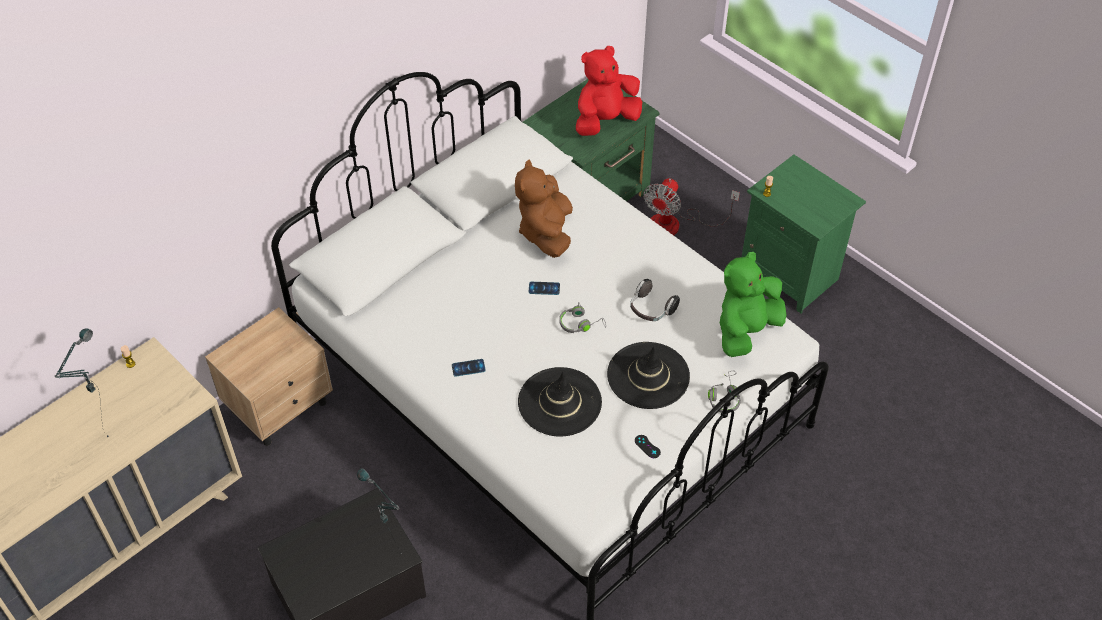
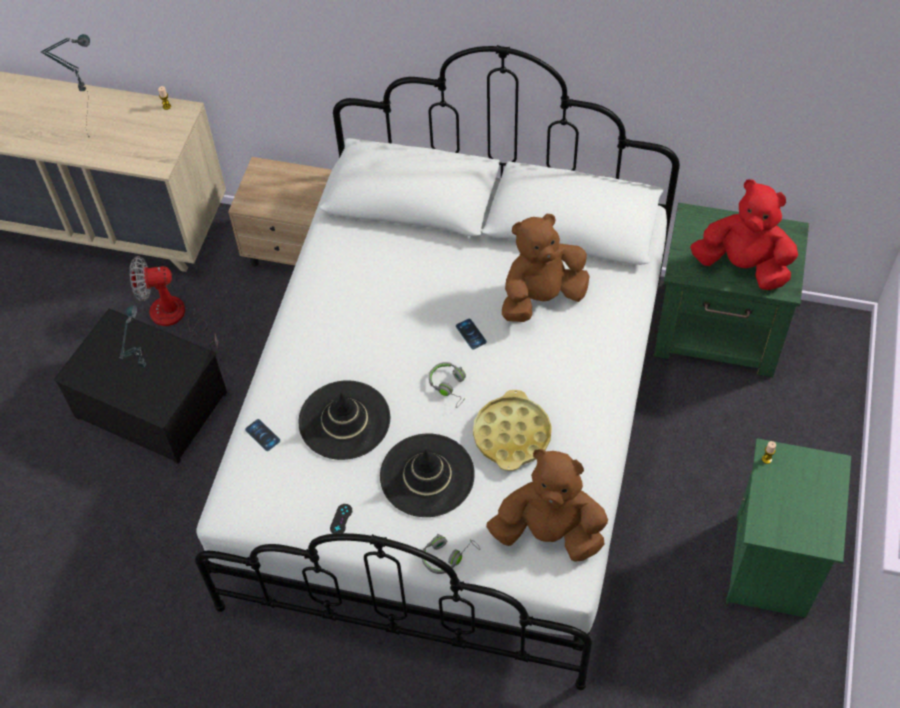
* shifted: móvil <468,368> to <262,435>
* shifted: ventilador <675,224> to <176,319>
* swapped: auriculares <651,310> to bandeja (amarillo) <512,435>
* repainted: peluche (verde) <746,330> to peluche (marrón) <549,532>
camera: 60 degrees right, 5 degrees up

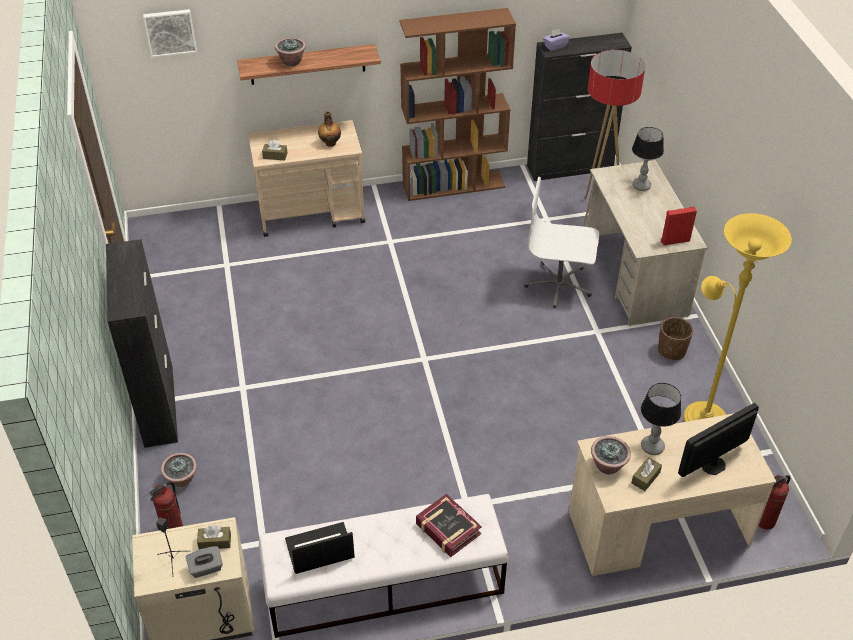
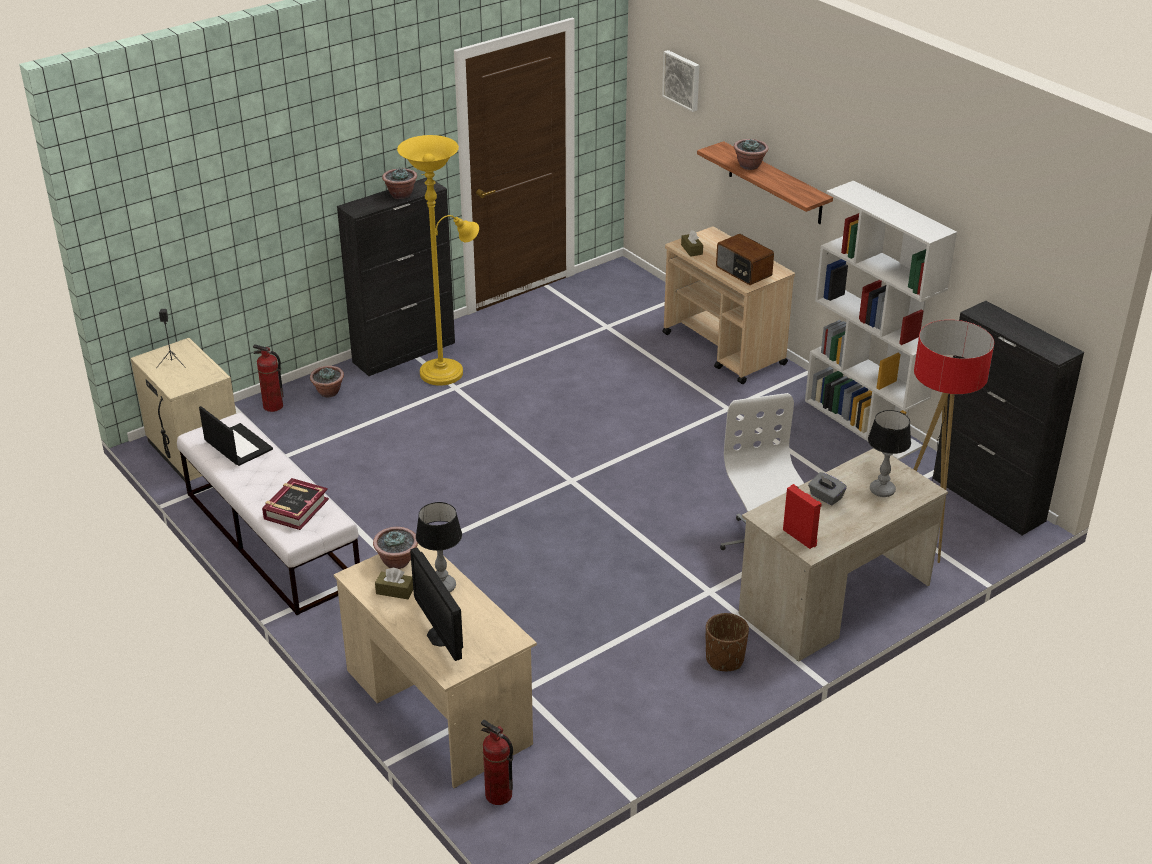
* gone: caja de pañuelos (marrón) <215,542>
* gone: caja de pañuelos (morado) <555,46>
* new: planta en maceta <401,195>
* shifted: caja de pañuelos (gris) <206,568> to <825,497>
* shifted: lámpara de pie (amarillo) <702,416> to <446,371>
* swapped: botella <330,143> to radio <743,272>
* repainted: estantería (marrón) <454,185> to estantería (blanco) <863,423>
* rotated: monitor <713,465> = <441,636> 150 degrees counterclockwise
camera: 65 degrees right, 10 degrees down

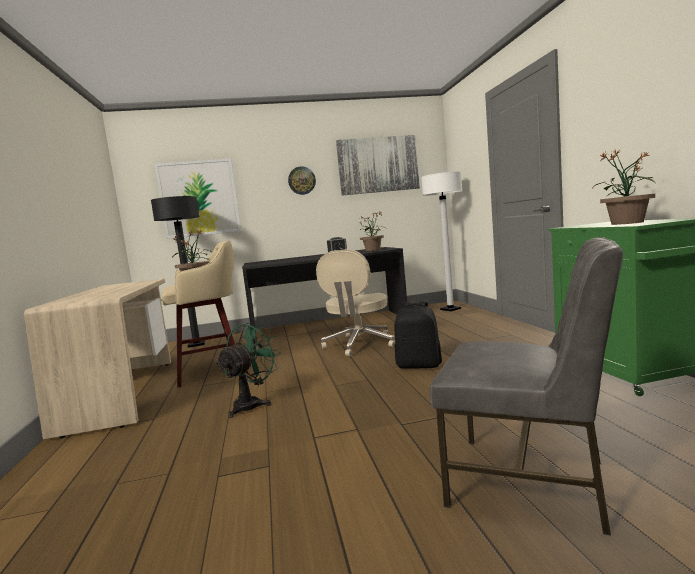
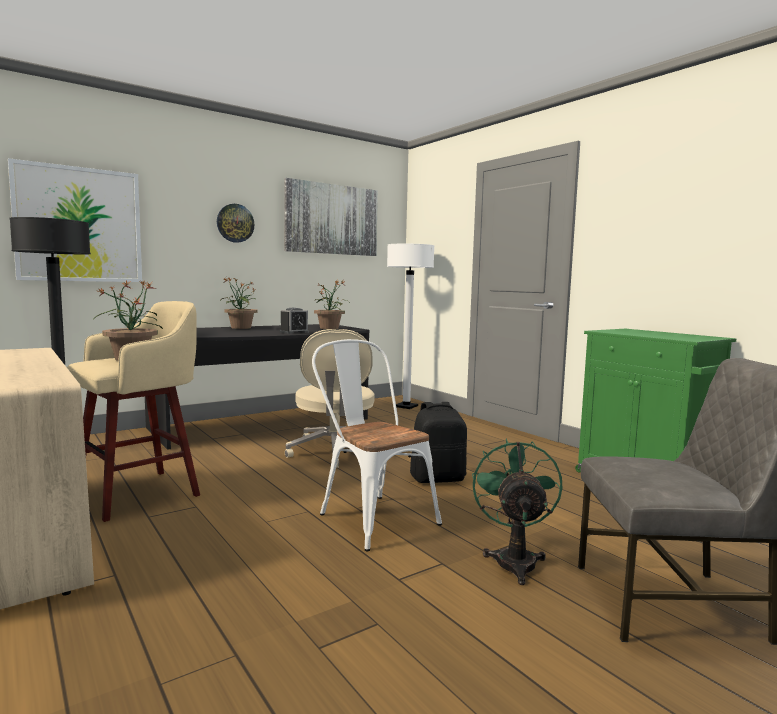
* new: silla (blanco) <371,516>
* shifted: ventilador (verde) <252,404> to <514,559>
* shifted: planta en maceta <626,223> to <240,328>
camera: 25 degrees left, 0 degrees up

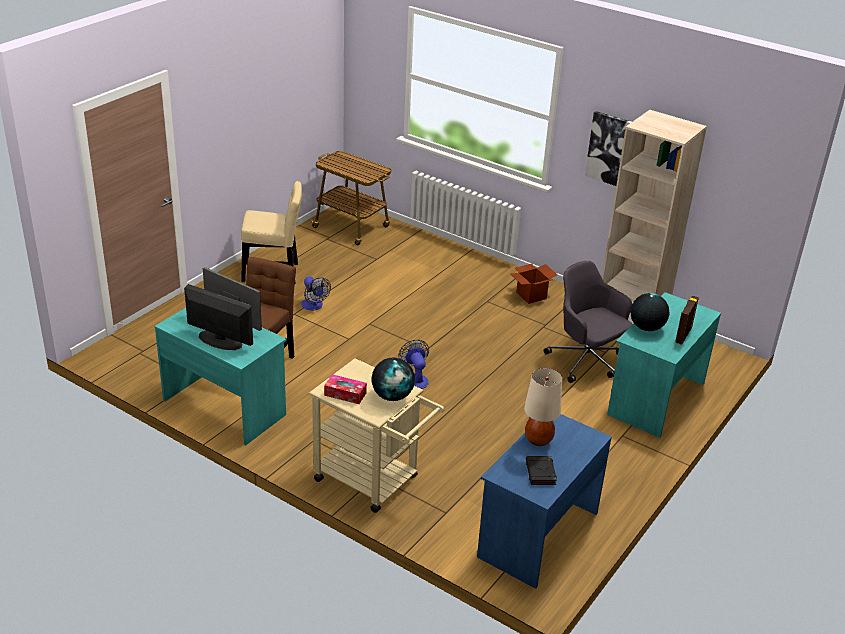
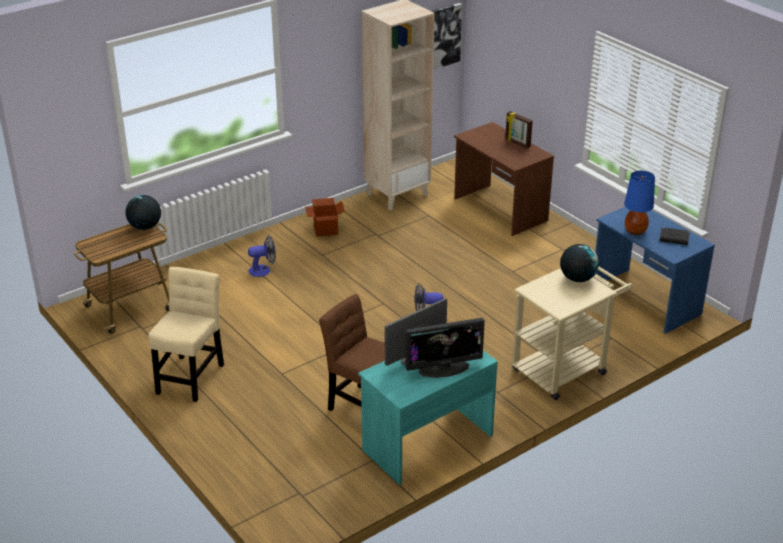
* gone: caja de pañuelos <345,394>
* gone: silla de oficina (gris) <586,361>
* shifted: ventilador <314,306> to <263,270>
* shifted: cuadro <611,149> to <442,36>
* shifted: globo terráqueo <646,328> to <145,227>
* repainted: lámpara de mesa (beis) <538,439> to lámpara de mesa (azul) <635,231>
* repainted: escritorio (turquesa) <655,398> to escritorio (marrón) <499,210>
* rotated: monitor <220,340> = <444,368> 150 degrees counterclockwise
camera: 70 degrees left, 0 degrees up

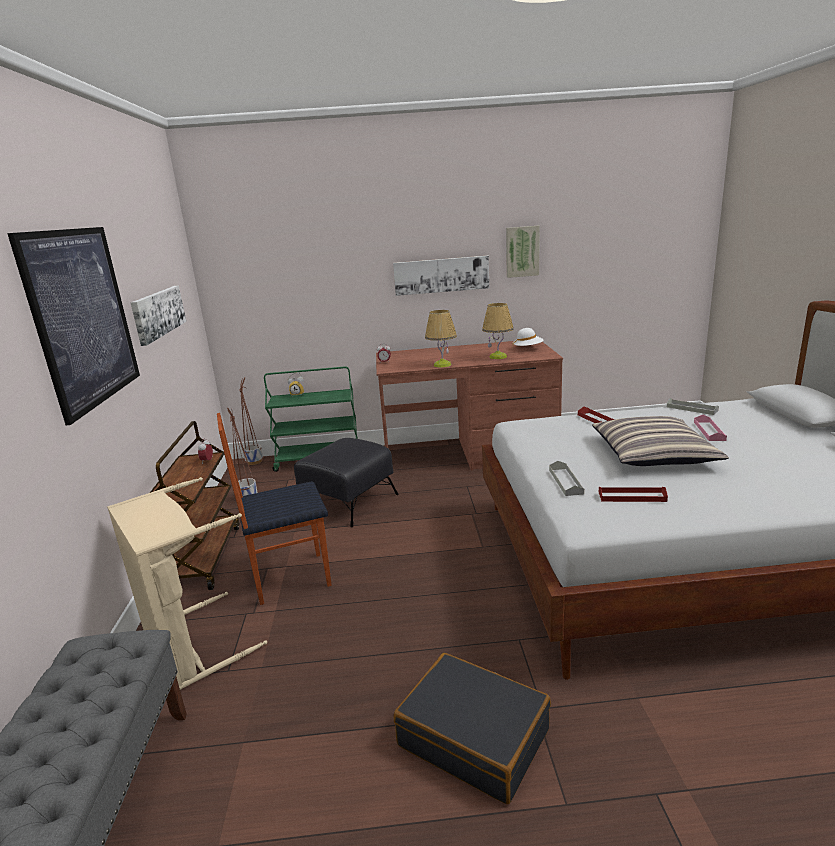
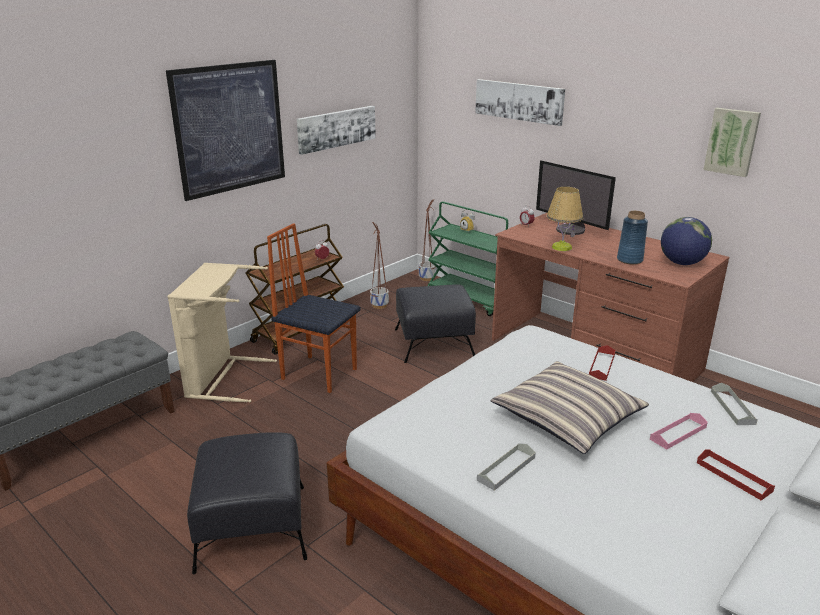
* new: monitor <571,230>
* shifted: cuadro <441,275> to <519,101>
* shifted: bandeja (gris) <565,481> to <506,469>
* shifted: bandeja (rojo) <632,497> to <733,476>
* swapped: maleta (negro) <474,737> to puf (negro) <253,526>
* swapped: lámpara de mesa <498,357> to florero (azul) <629,260>
* swapped: sombrero (blanco) <527,349> to globo terráqueo <682,263>
camera: 45 degrees right, 5 degrees up

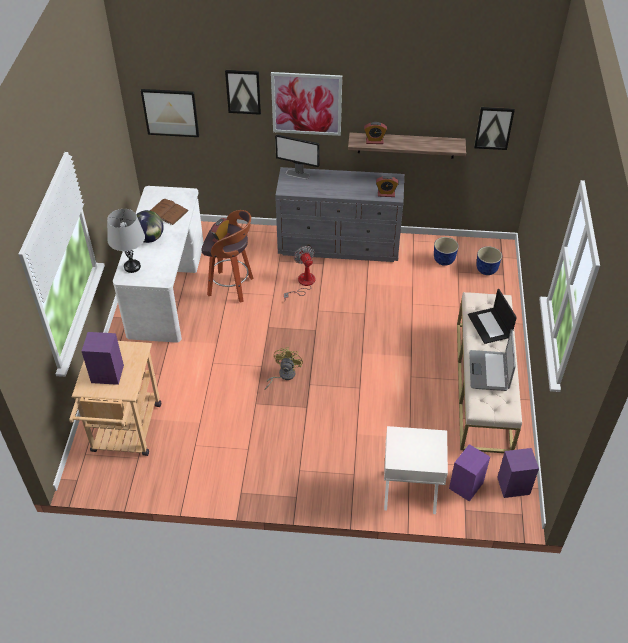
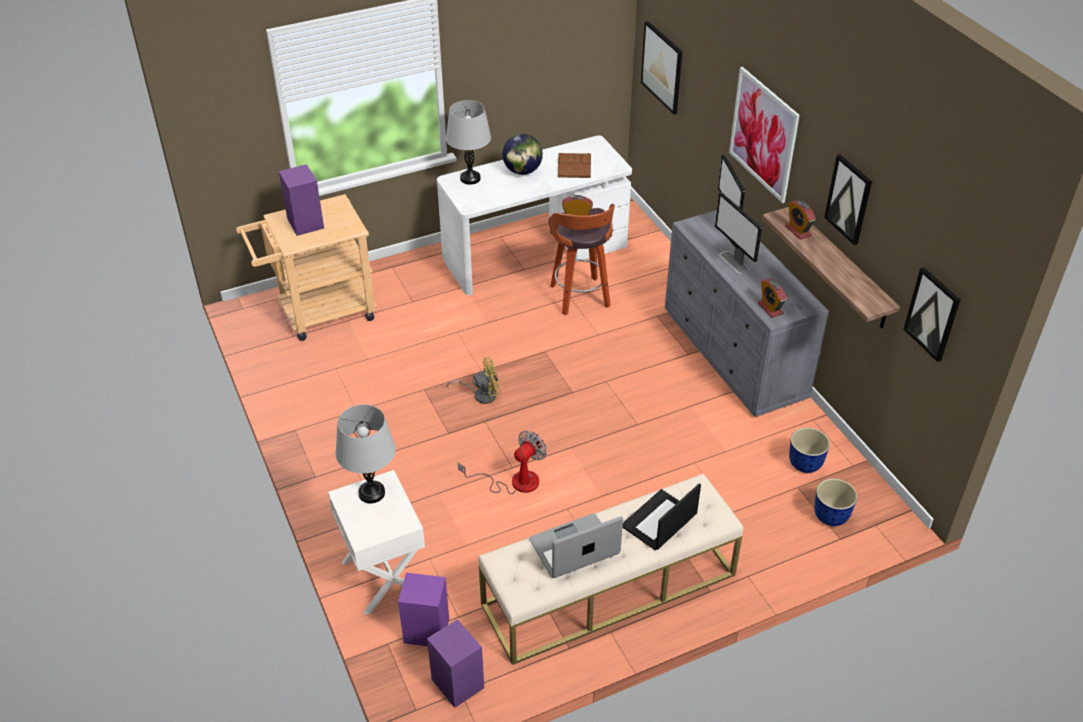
* new: lámpara de mesa (gris) <371,493>
* new: monitor <734,262>
* shifted: cuadro <243,91> to <849,199>
* shifted: ventilador <303,284> to <514,482>
camera: 60 degrees right, 5 degrees down

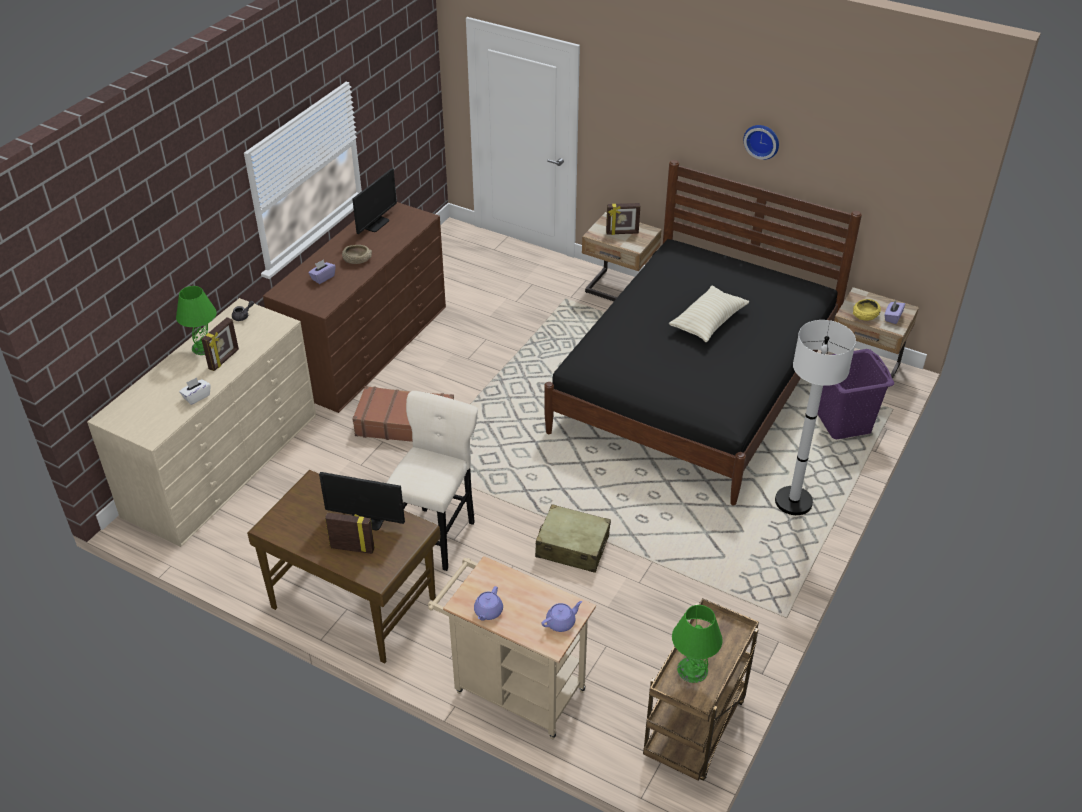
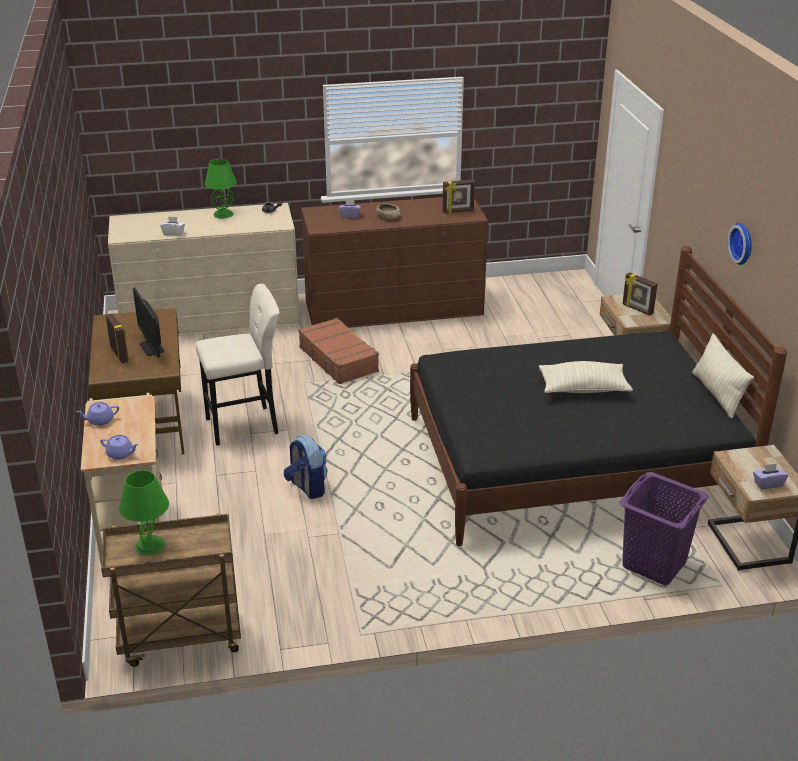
* gone: monitor <375,224>
* gone: lámpara de pie (blanco) <793,502>
* gone: cuenco (amarillo) <865,315>
* new: cojín (beis) <717,394>
* shifted: portarretratos <224,359> to <458,211>
* swapped: maleta (beis) <572,547> to mochila <307,487>
camera: 50 degrees right, 10 degrees down

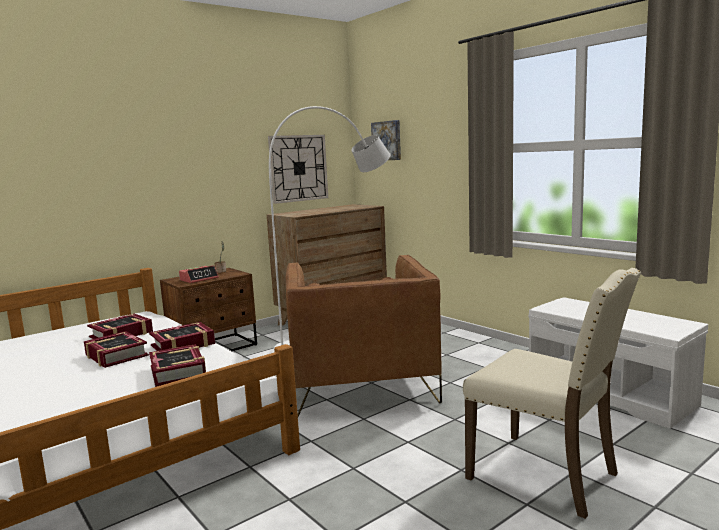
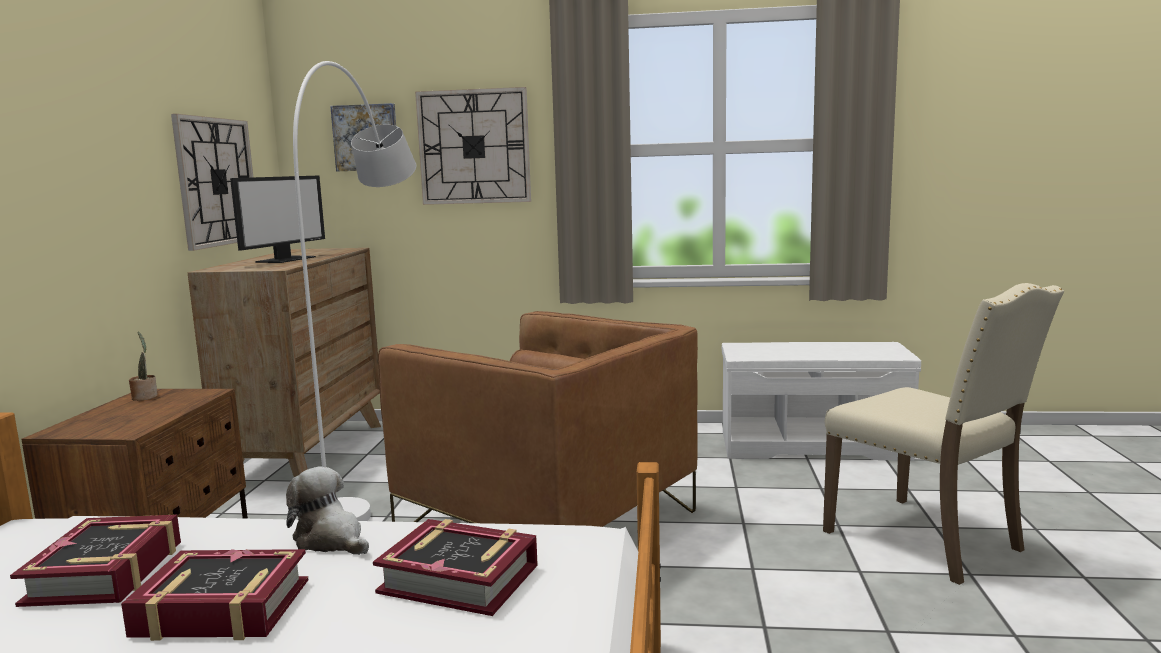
* gone: despertador <199,279>
* new: monitor <285,259>
* new: reloj de pared <474,147>
* swapped: libro <183,345> to peluche <331,540>
* rotated: silla (beis) <546,475> = <927,540> 60 degrees clockwise
camera: 45 degrees left, 0 degrees up

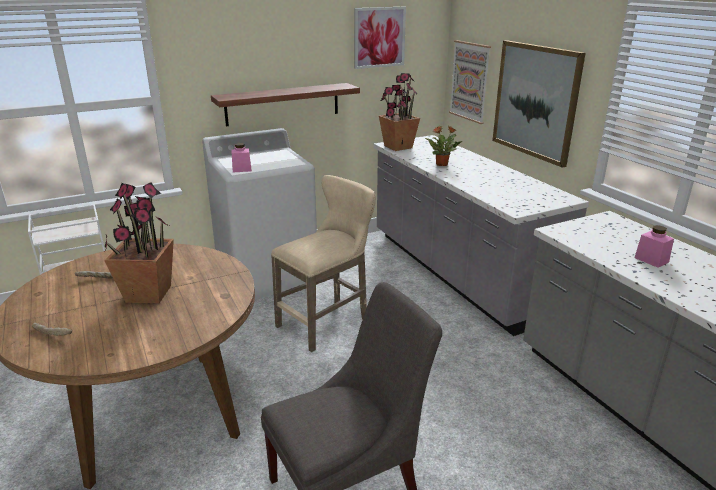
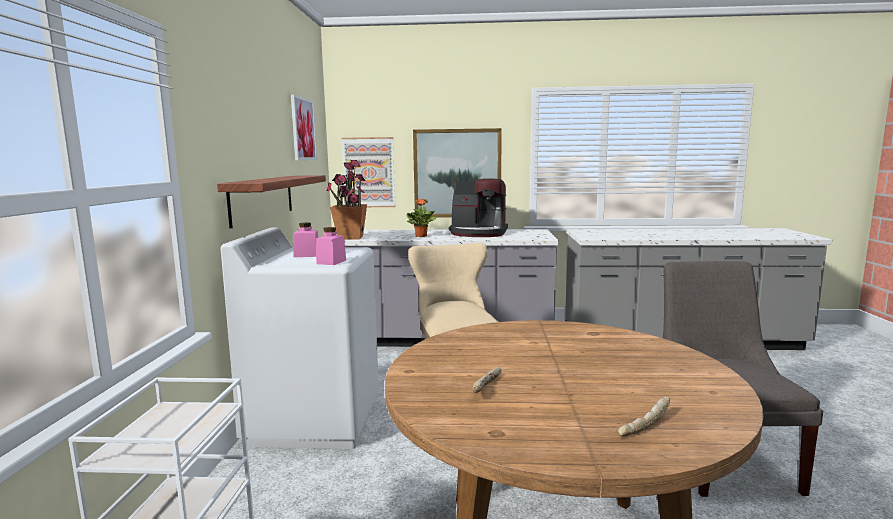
* gone: planta en maceta <148,293>
* new: cafetera <478,233>
* shifted: tarro (rosa) <651,260> to <307,255>
camera: 60 degrees left, 15 degrees down

